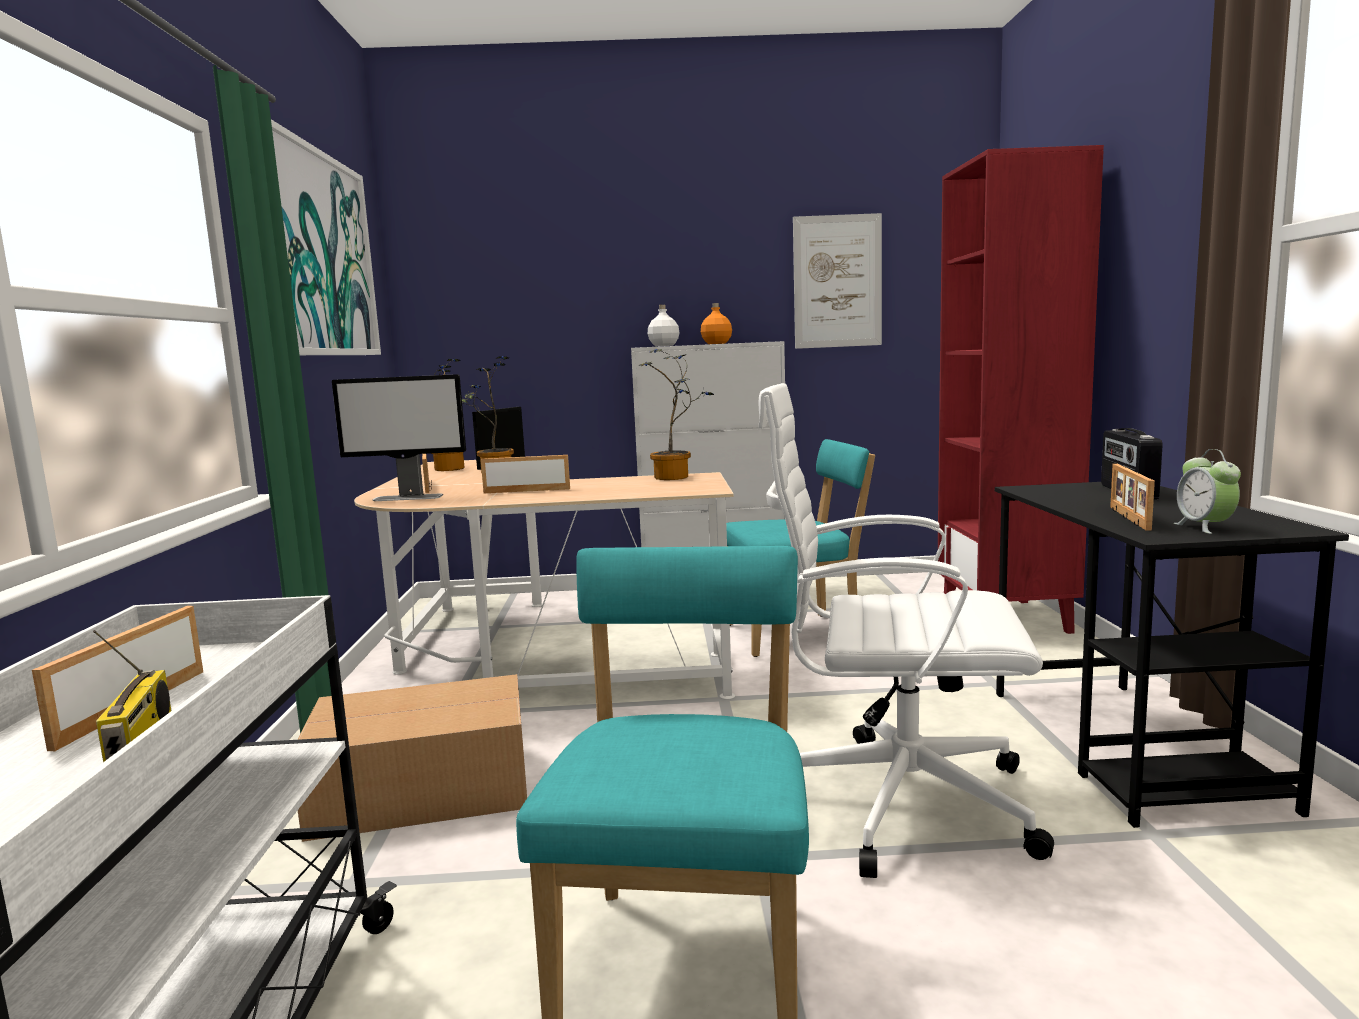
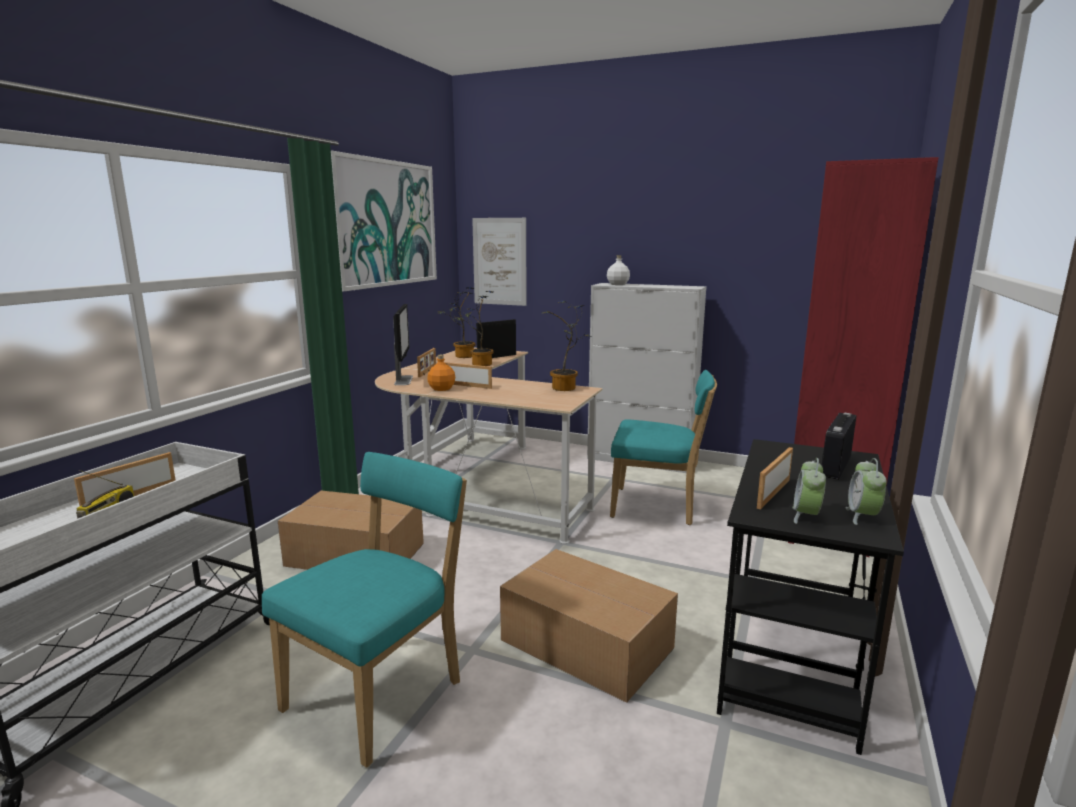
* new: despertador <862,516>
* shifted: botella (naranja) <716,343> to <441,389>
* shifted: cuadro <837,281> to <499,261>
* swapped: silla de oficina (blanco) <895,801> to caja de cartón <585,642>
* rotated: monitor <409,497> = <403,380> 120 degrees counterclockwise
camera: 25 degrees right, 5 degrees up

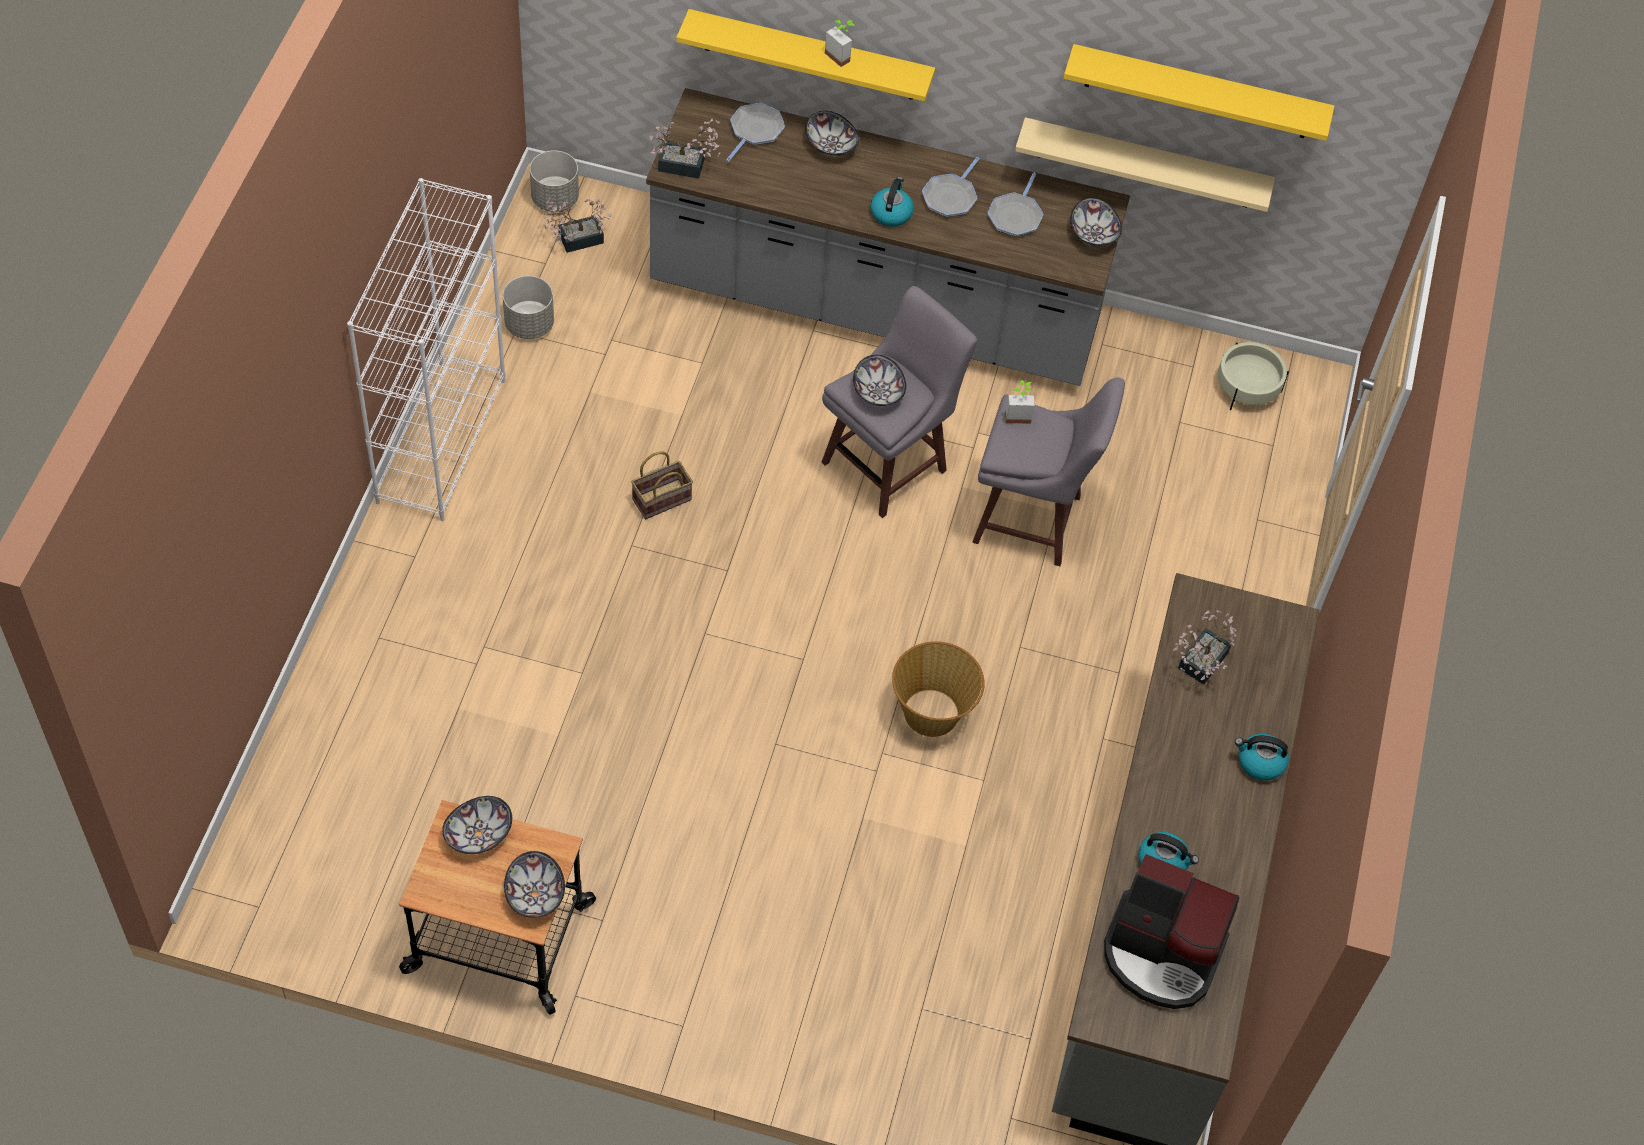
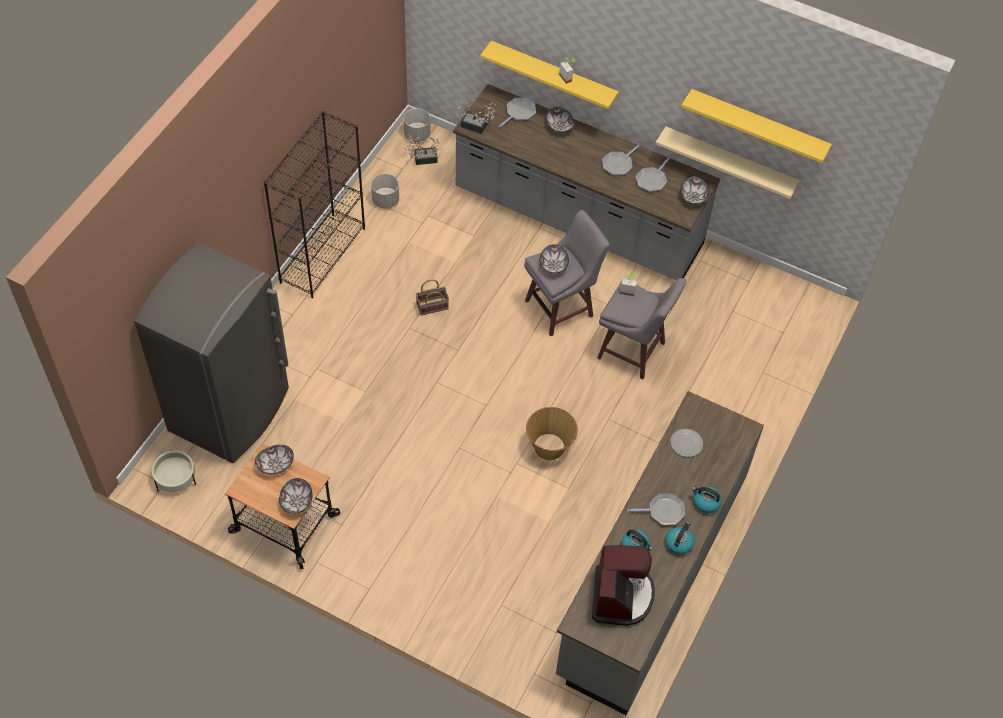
* new: nevera (gris) <231,410>
* new: sartén <663,511>
* shifted: hervidor <891,213> to <679,543>
* shifted: maceta (beis) <1247,388> to <175,478>
* swapped: planta en maceta <1199,664> to plato <686,443>
* repainted: estantería (blanco) <441,439> to estantería (negro) <323,254>
* rotated: cafetera <1162,954> = <621,596> 120 degrees counterclockwise
camera: 15 degrees right, 0 degrees up

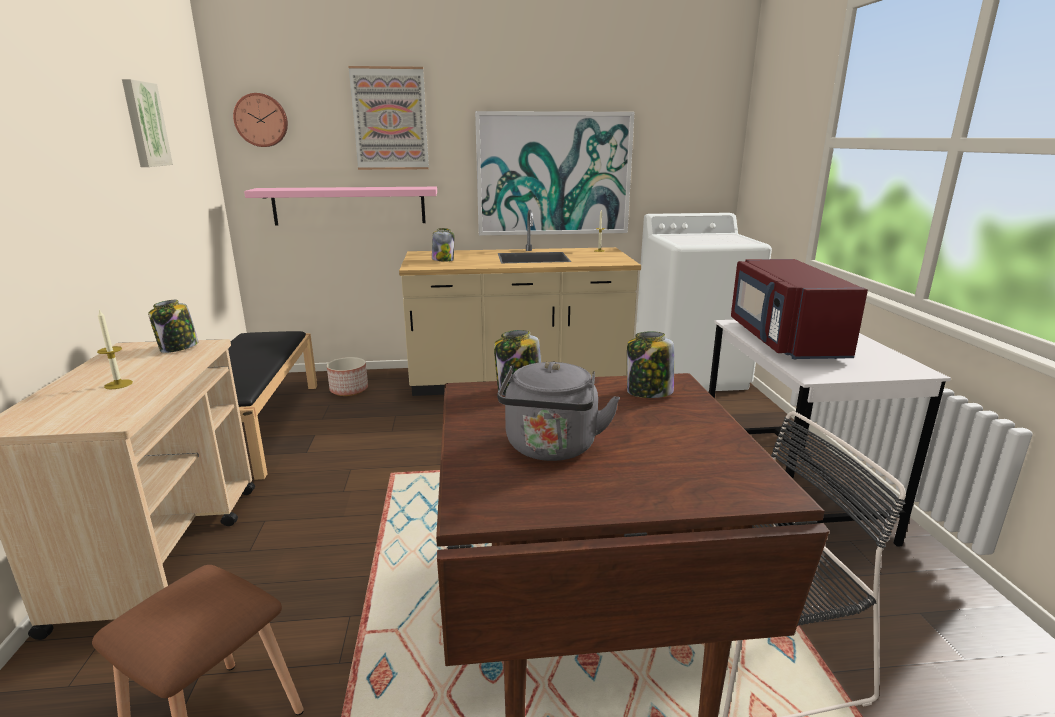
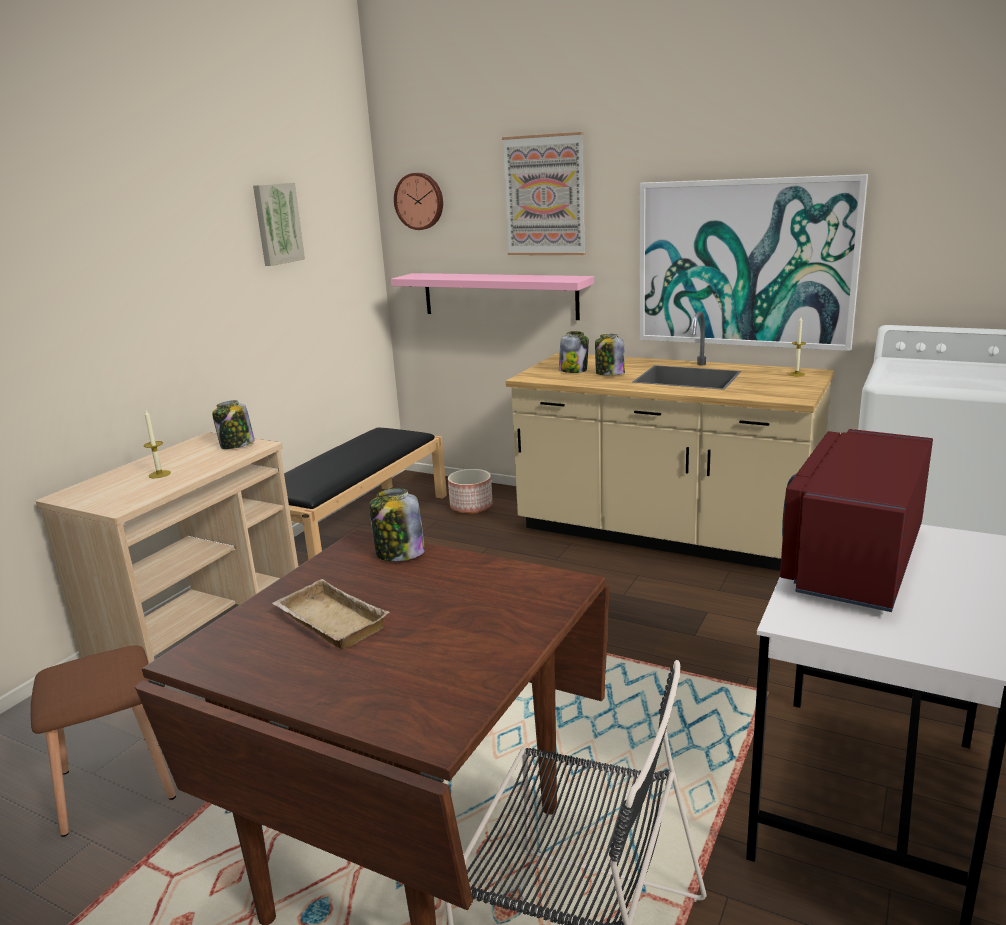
* shifted: tarro <648,392> to <609,374>
* swapped: hervidor (gris) <551,449> to bandeja (beis) <327,622>
camera: 35 degrees right, 0 degrees up

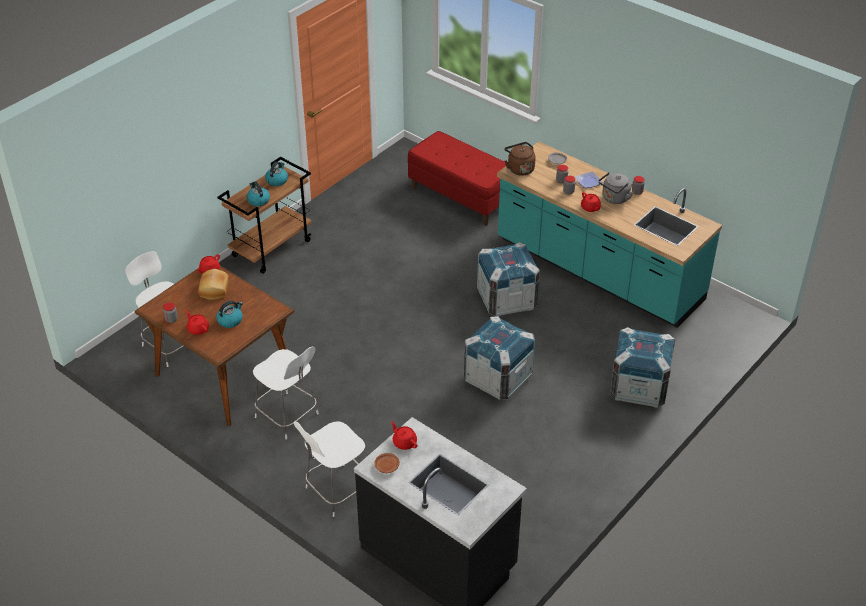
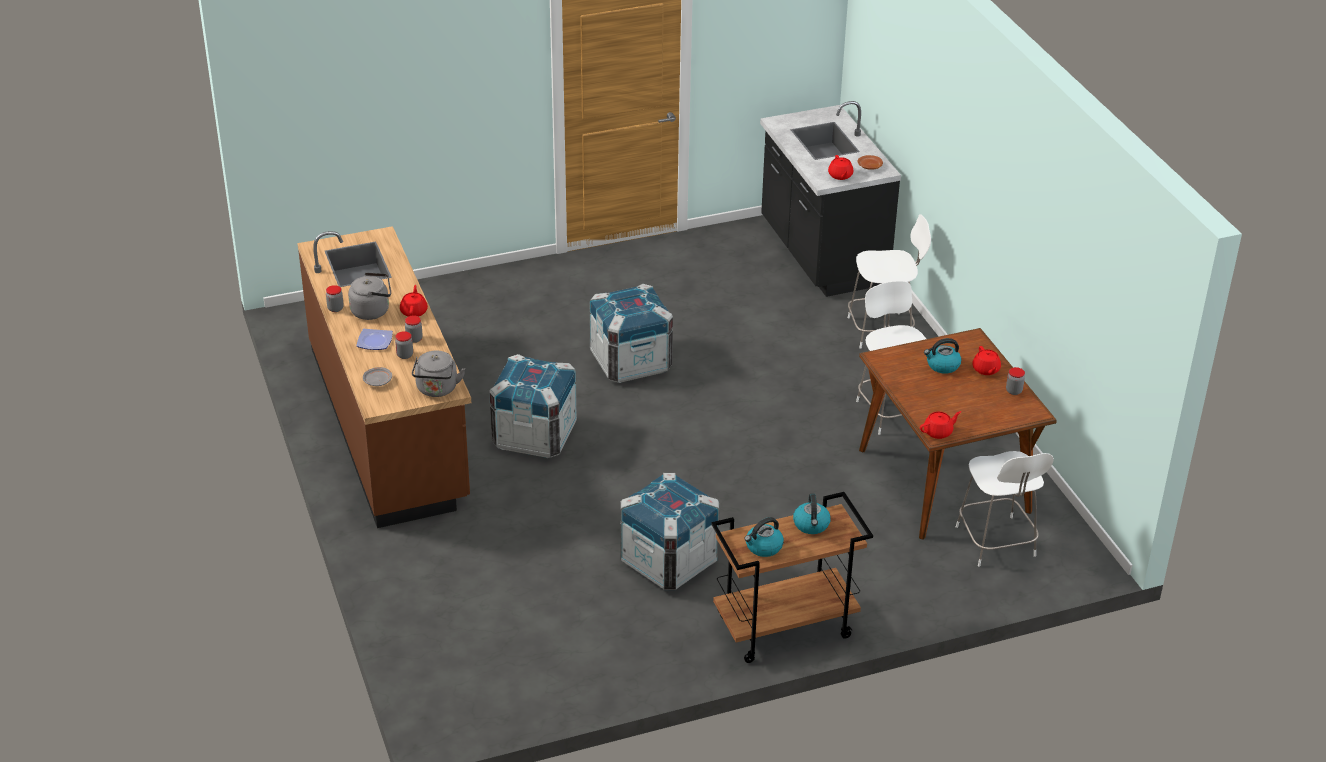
* gone: pan <215,290>
* gone: banco (rojo) <461,197>
* shifted: caja de embalaje <638,387> to <669,561>
* repainted: mueble bajo de cocina (turquesa) <598,271> to mueble bajo de cocina (marrón) <389,424>
* repainted: hervidor (marrón) <519,168> to hervidor (gris) <437,390>
camera: 150 degrees left, 5 degrees down

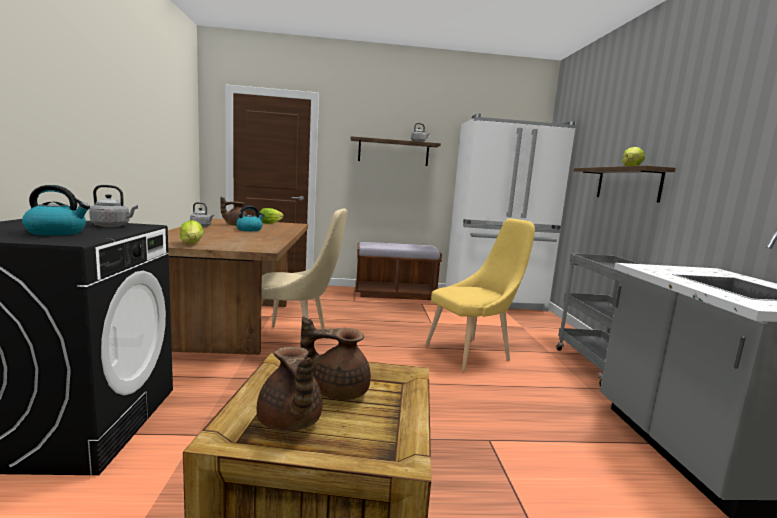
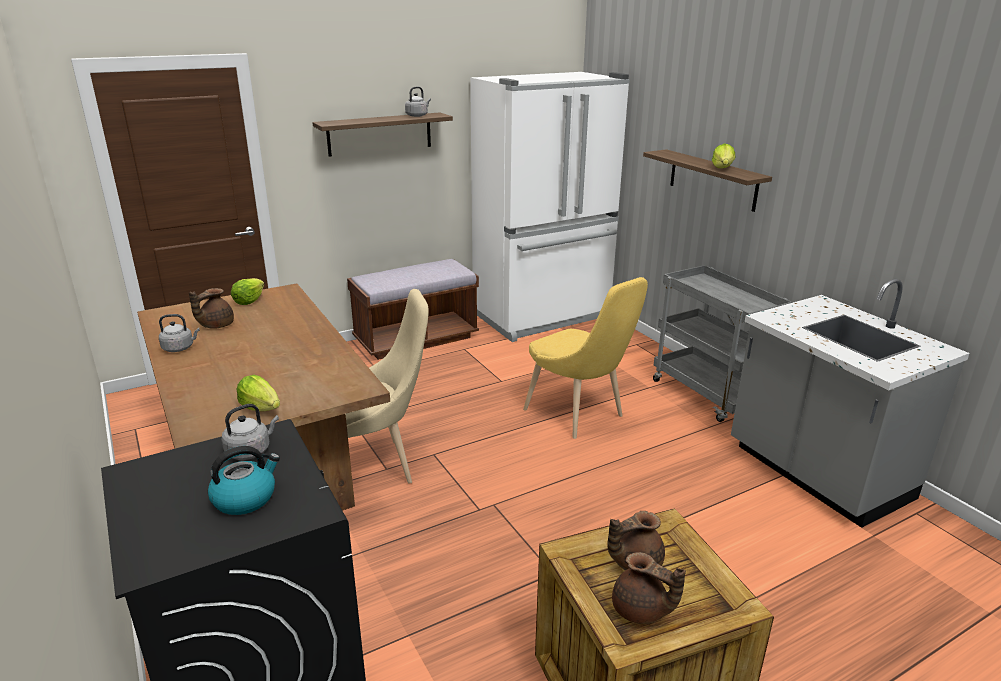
* gone: hervidor <249,229>
* rotated: silla (amarillo) <472,352> = <578,415> 105 degrees clockwise
camera: 25 degrees left, 15 degrees up

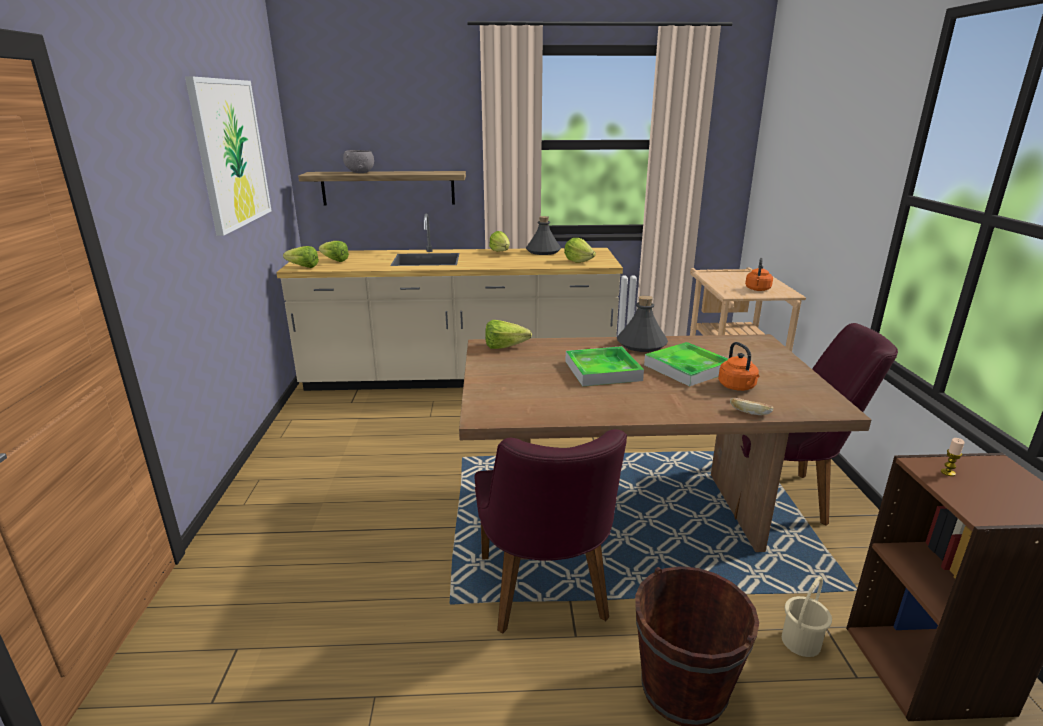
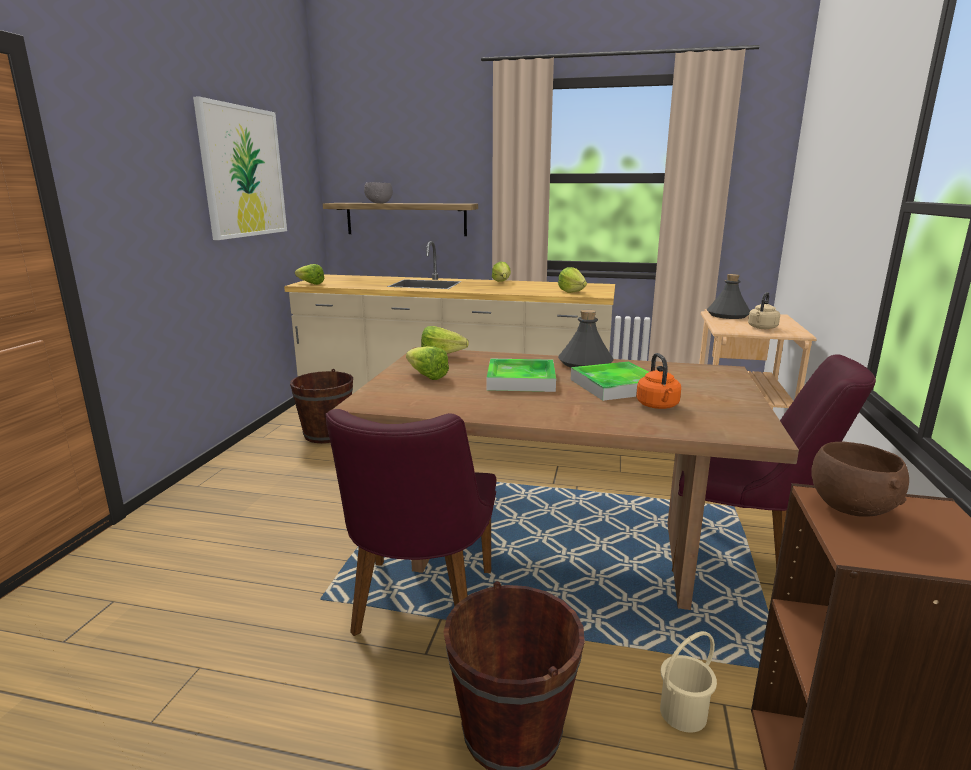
* gone: pan <749,413>
* new: cubo (marrón) <327,434>
* shifted: lechuga <333,260> to <425,375>
* shifted: botella (gris) <543,251> to <727,315>
* swapped: vela <948,472> to cuenco (marrón) <850,507>
* repainted: hervidor (naranja) <757,289> to hervidor (beis) <762,328>
camera: 15 degrees right, 5 degrees down

